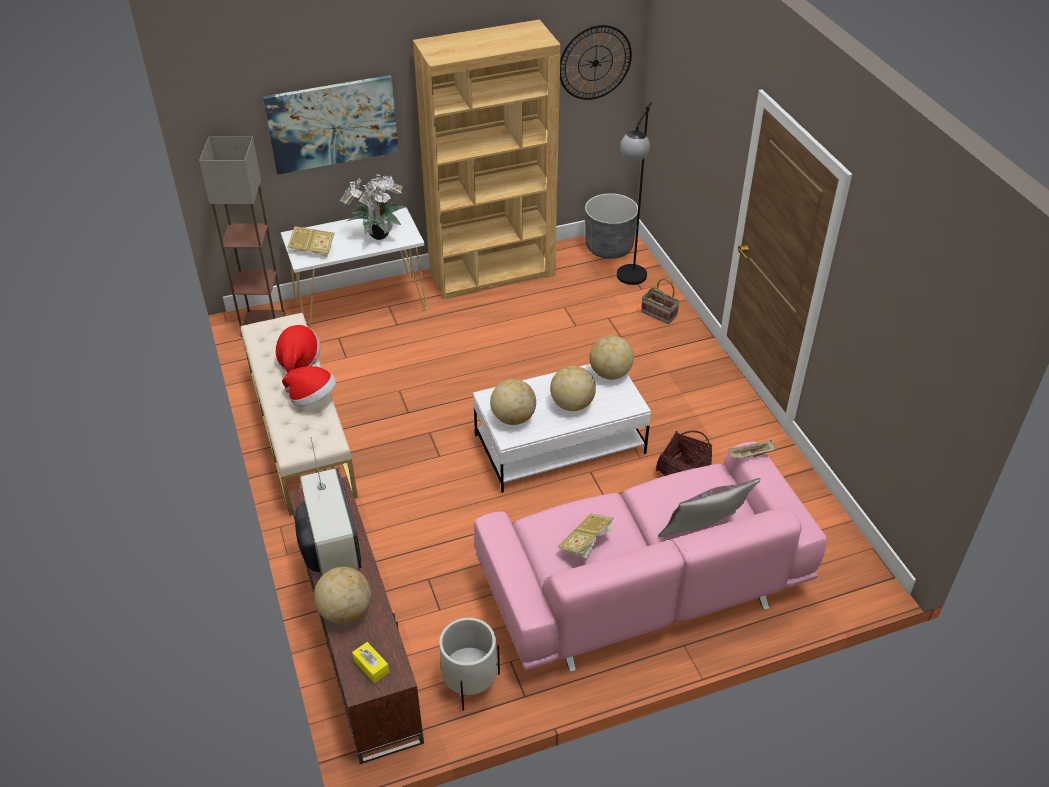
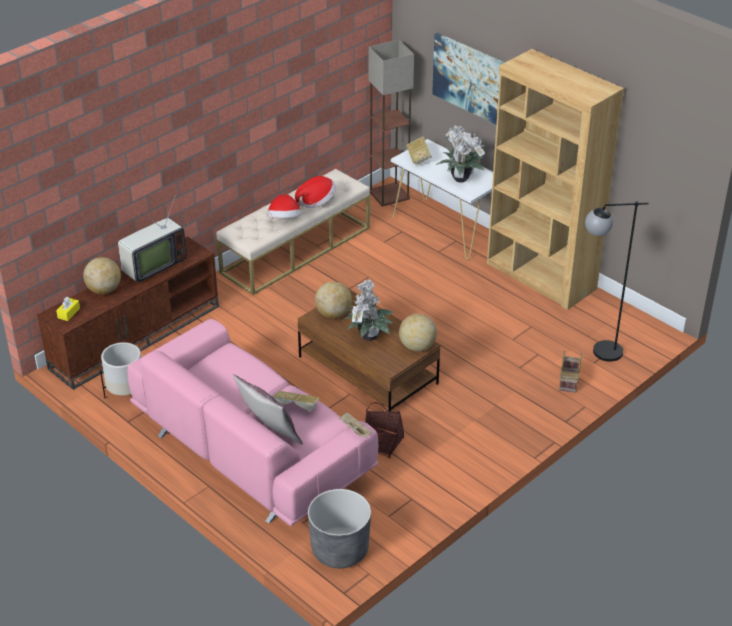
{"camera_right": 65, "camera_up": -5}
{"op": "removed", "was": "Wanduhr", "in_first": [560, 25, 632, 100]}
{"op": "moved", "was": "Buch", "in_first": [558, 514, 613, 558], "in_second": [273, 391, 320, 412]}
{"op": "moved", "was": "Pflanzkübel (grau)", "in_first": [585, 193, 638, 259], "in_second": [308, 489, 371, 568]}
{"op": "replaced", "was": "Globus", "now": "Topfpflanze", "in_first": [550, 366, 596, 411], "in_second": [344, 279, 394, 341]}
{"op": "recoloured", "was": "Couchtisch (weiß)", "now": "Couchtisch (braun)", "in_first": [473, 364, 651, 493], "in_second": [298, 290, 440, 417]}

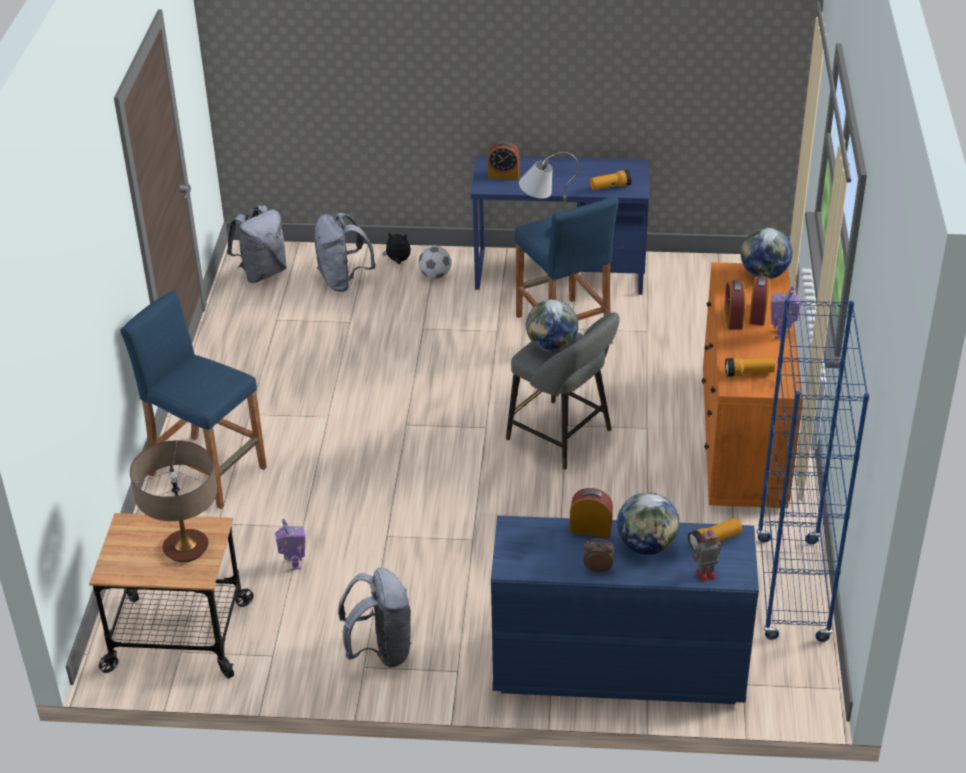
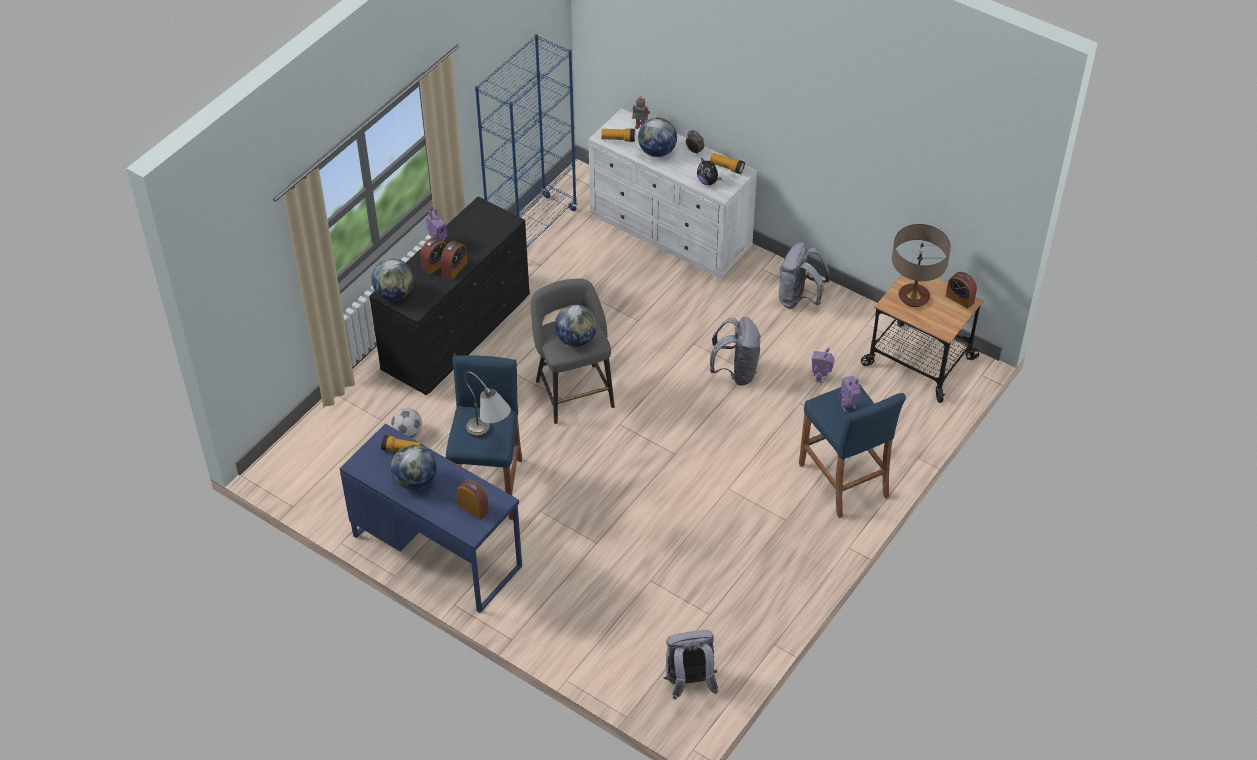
{"camera_right": -150, "camera_up": 10}
{"op": "added", "now": "Globus", "in_second": [391, 445, 437, 490]}
{"op": "added", "now": "Spielzeugroboter", "in_second": [839, 376, 860, 412]}
{"op": "moved", "was": "Rucksack (grau)", "in_first": [314, 213, 376, 292], "in_second": [710, 317, 761, 386]}
{"op": "moved", "was": "Plüschtier", "in_first": [382, 233, 411, 264], "in_second": [697, 158, 722, 185]}
{"op": "moved", "was": "Fußball", "in_first": [419, 246, 451, 279], "in_second": [391, 408, 422, 438]}
{"op": "moved", "was": "Wecker", "in_first": [569, 488, 613, 538], "in_second": [946, 272, 977, 309]}
{"op": "moved", "was": "Taschenlampe", "in_first": [725, 358, 775, 377], "in_second": [710, 153, 745, 174]}
{"op": "recoloured", "was": "Kommode (blau)", "now": "Kommode (weiß)", "in_first": [491, 516, 759, 704], "in_second": [589, 108, 757, 278]}
{"op": "recoloured", "was": "Kommode (orange)", "now": "Kommode (schwarz)", "in_first": [702, 262, 803, 508], "in_second": [369, 197, 530, 395]}

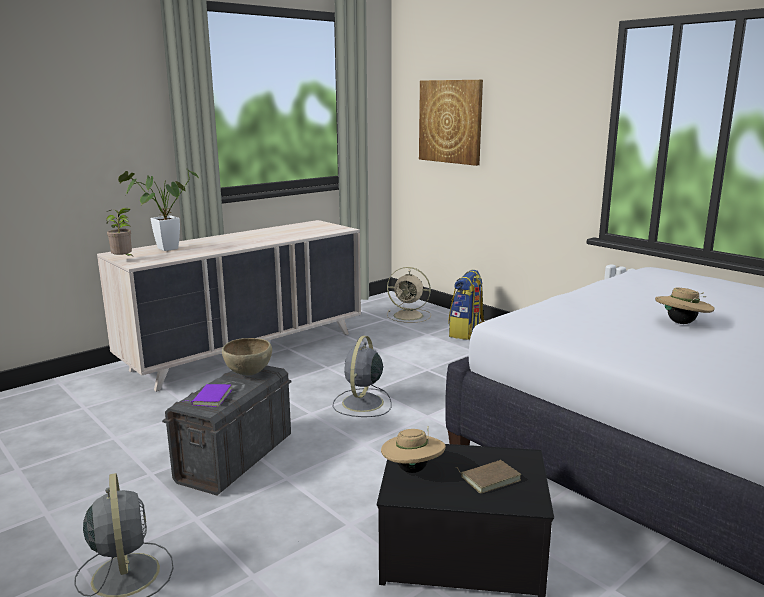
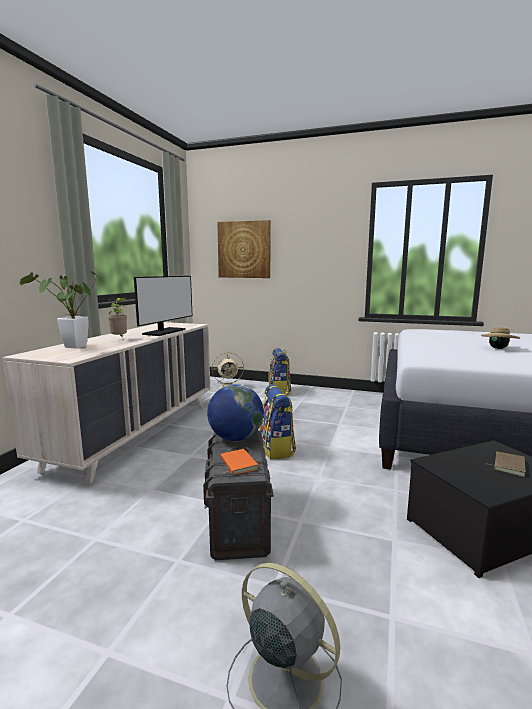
{"camera_right": -30, "camera_up": -5}
{"op": "removed", "was": "Hut (beige)", "in_first": [381, 426, 446, 473]}
{"op": "added", "now": "Monitor", "in_second": [134, 276, 192, 336]}
{"op": "moved", "was": "Topfpflanze", "in_first": [106, 208, 132, 256], "in_second": [107, 298, 127, 337]}
{"op": "replaced", "was": "Schüssel (braun)", "now": "Globus", "in_first": [222, 338, 272, 376], "in_second": [207, 384, 264, 441]}
{"op": "replaced", "was": "Ventilator (grau)", "now": "Rucksack", "in_first": [333, 336, 392, 417], "in_second": [259, 385, 296, 460]}
{"op": "recoloured", "was": "Buch (lila)", "now": "Buch (orange)", "in_first": [185, 384, 232, 407], "in_second": [220, 449, 258, 475]}

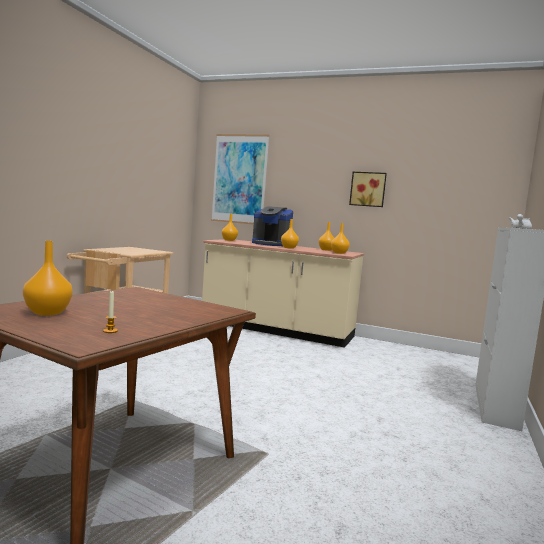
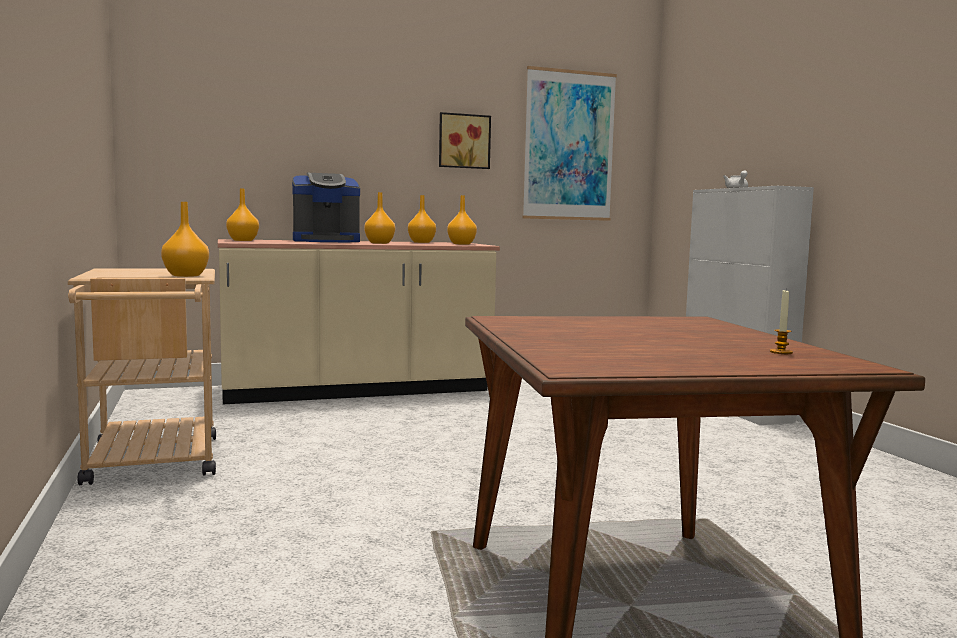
{"camera_right": -40, "camera_up": 0}
{"op": "moved", "was": "Vase (orange)", "in_first": [23, 241, 73, 316], "in_second": [161, 202, 209, 277]}
{"op": "moved", "was": "Bild", "in_first": [211, 134, 270, 225], "in_second": [522, 66, 617, 221]}

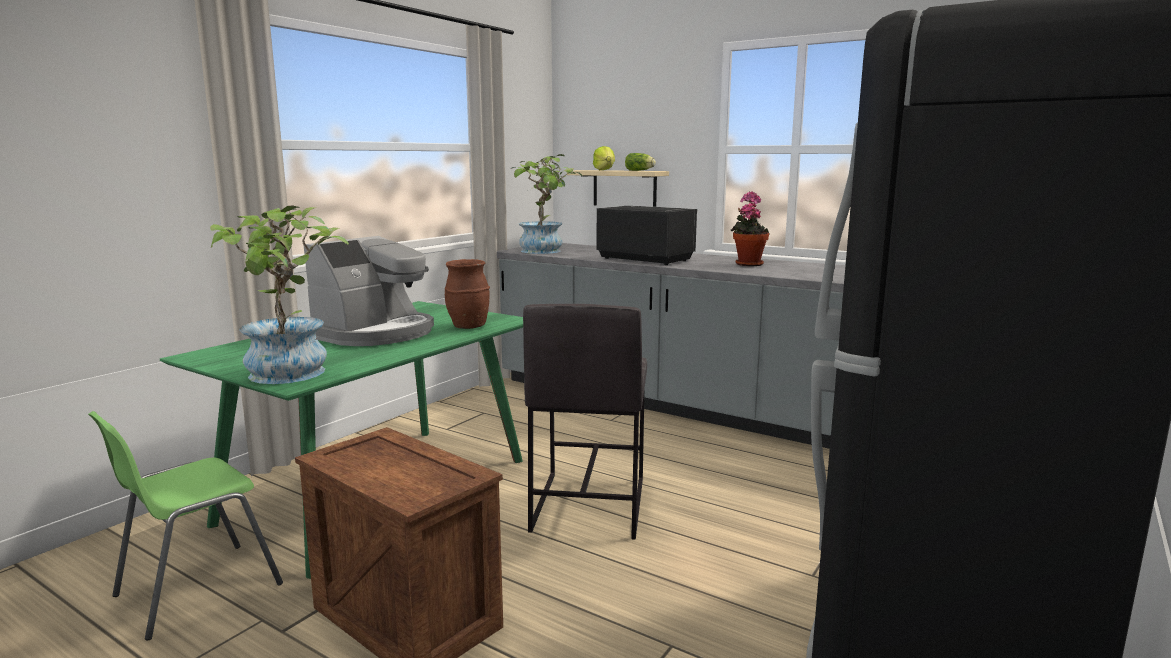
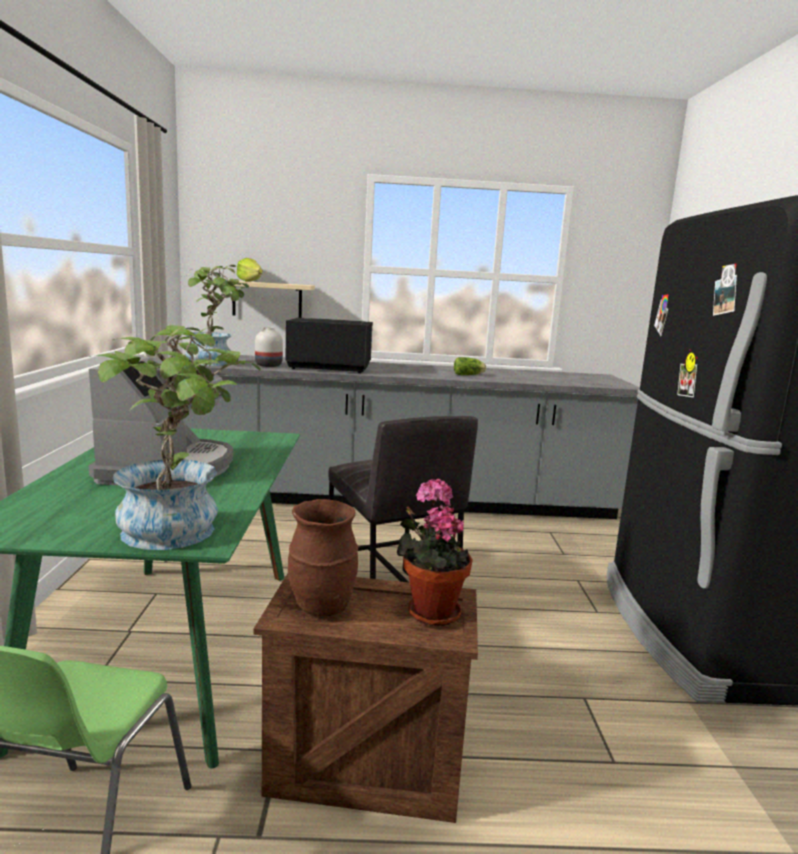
{"camera_right": -35, "camera_up": 0}
{"op": "added", "now": "Vase (weiß)", "in_second": [255, 327, 283, 367]}
{"op": "moved", "was": "Vase (braun)", "in_first": [445, 259, 490, 329], "in_second": [288, 499, 358, 617]}
{"op": "moved", "was": "Salatkopf", "in_first": [625, 153, 656, 171], "in_second": [454, 357, 486, 375]}
{"op": "moved", "was": "Topfpflanze", "in_first": [731, 191, 770, 266], "in_second": [397, 479, 473, 626]}

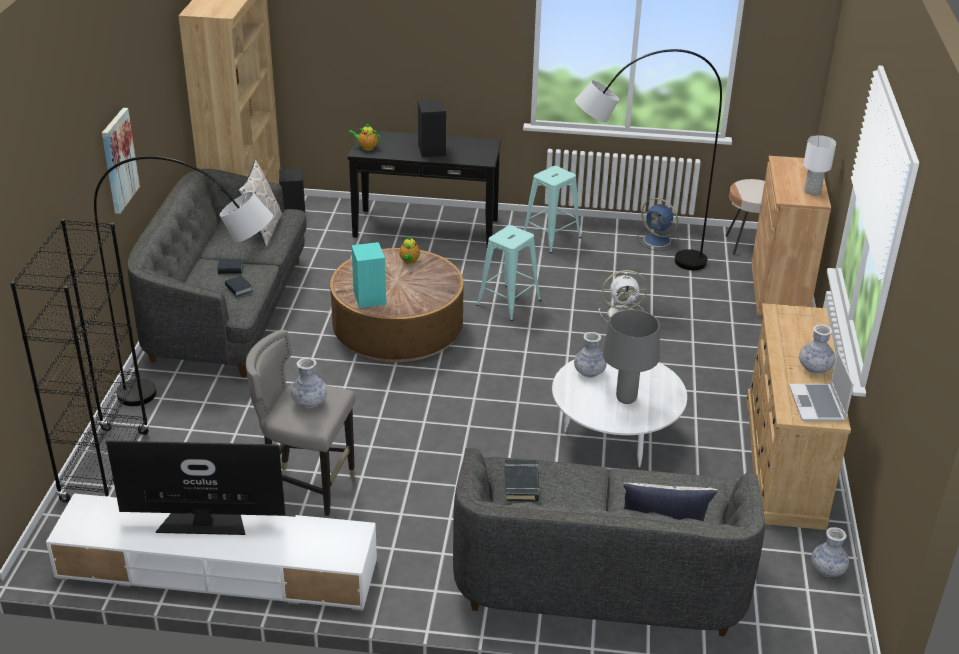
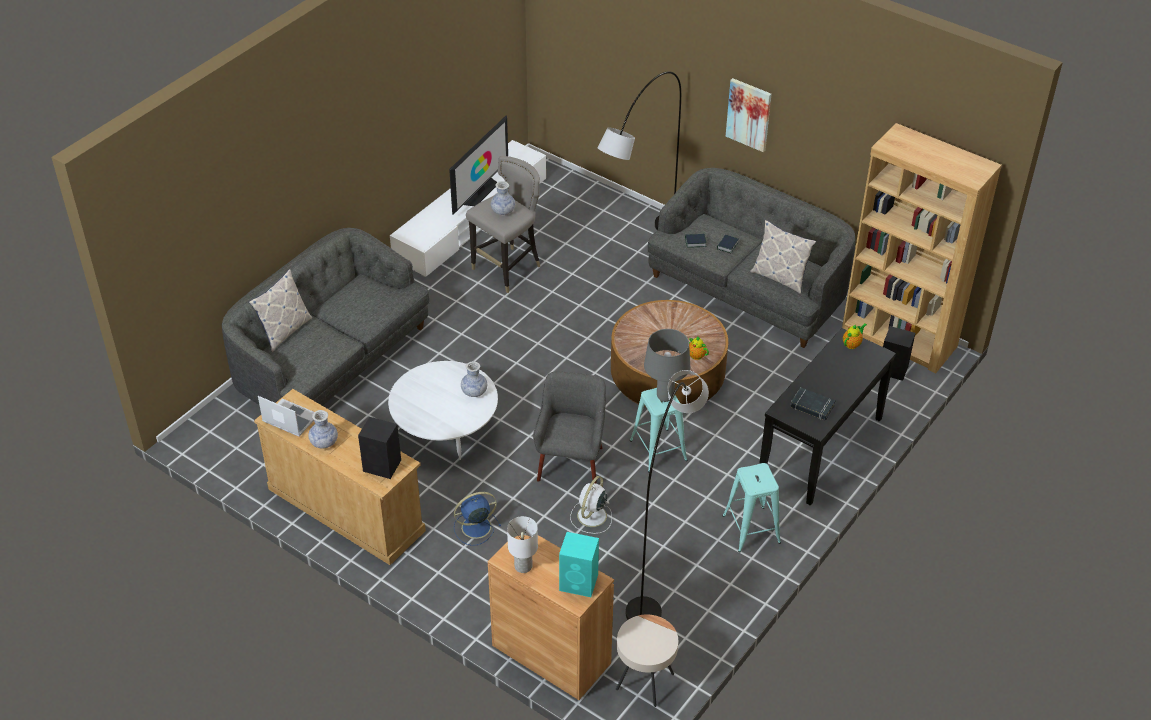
{"camera_right": 120, "camera_up": 10}
{"op": "removed", "was": "Bücherregal (schwarz)", "in_first": [10, 219, 149, 503]}
{"op": "removed", "was": "Vase", "in_first": [811, 527, 849, 577]}
{"op": "added", "now": "Sessel (grau)", "in_second": [533, 371, 606, 484]}
{"op": "moved", "was": "Lautsprecher (türkis)", "in_first": [352, 242, 386, 308], "in_second": [559, 532, 599, 597]}
{"op": "moved", "was": "Lautsprecher (schwarz)", "in_first": [418, 100, 446, 157], "in_second": [358, 417, 401, 479]}
{"op": "moved", "was": "Buch (schwarz)", "in_first": [505, 460, 540, 502], "in_second": [790, 387, 836, 420]}
{"op": "moved", "was": "Tischlampe (grau)", "in_first": [603, 309, 660, 404], "in_second": [644, 329, 690, 402]}
{"op": "moved", "was": "Ventilator (blau)", "in_first": [637, 198, 679, 251], "in_second": [454, 492, 501, 546]}

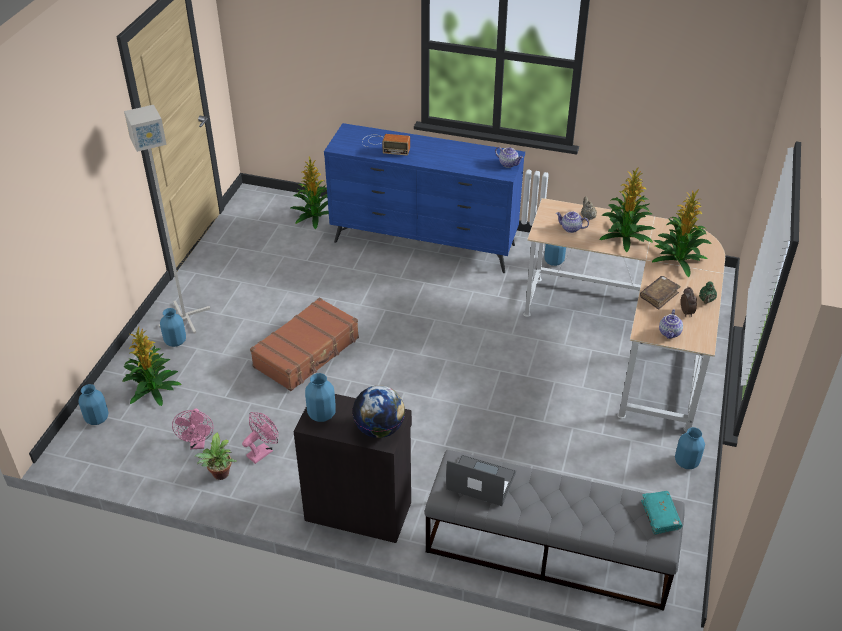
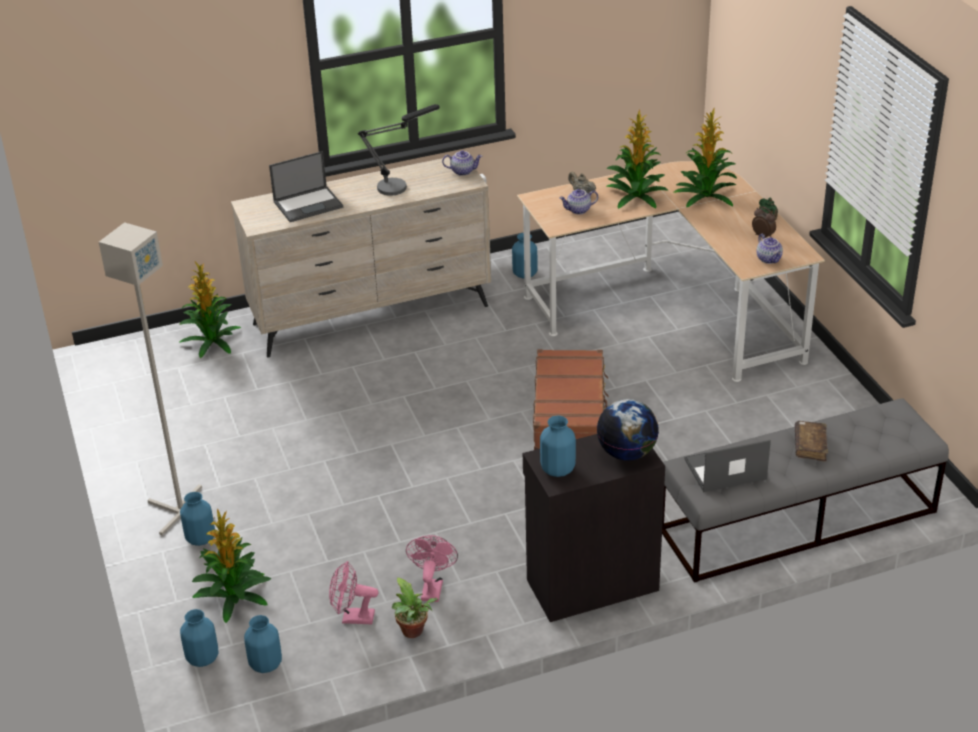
{"camera_right": -35, "camera_up": -5}
{"op": "removed", "was": "Buch (türkis)", "in_first": [641, 491, 682, 535]}
{"op": "added", "now": "Tischlampe", "in_second": [358, 104, 439, 196]}
{"op": "moved", "was": "Koffer (braun)", "in_first": [250, 298, 359, 391], "in_second": [533, 349, 609, 450]}
{"op": "moved", "was": "Buch (braun)", "in_first": [640, 276, 681, 309], "in_second": [795, 421, 828, 462]}
{"op": "moved", "was": "Vase (blau)", "in_first": [675, 427, 705, 469], "in_second": [244, 615, 282, 673]}
{"op": "replaced", "was": "Radio", "now": "Laptop", "in_first": [362, 134, 410, 155], "in_second": [269, 151, 343, 222]}
{"op": "recoloured", "was": "Kommode (blau)", "now": "Kommode (beige)", "in_first": [324, 123, 525, 273], "in_second": [231, 157, 491, 357]}
{"op": "turned", "was": "Ventilator (rosa)", "in_first": [172, 408, 213, 449], "in_second": [329, 561, 379, 624], "clockwise": 135}

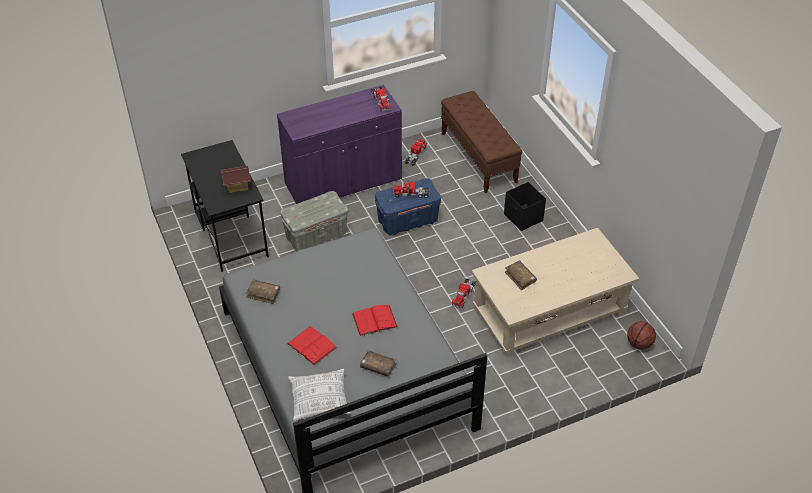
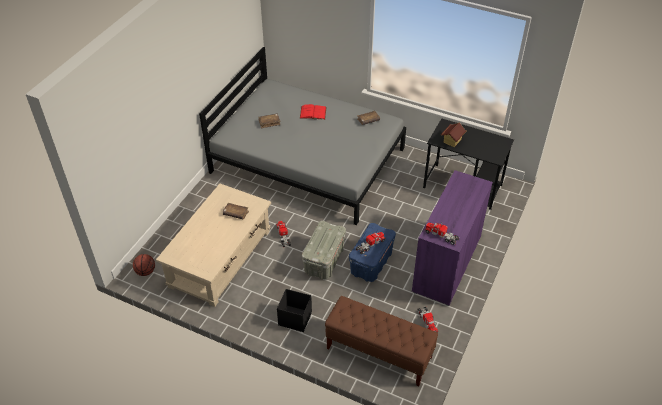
{"camera_right": 140, "camera_up": 0}
{"op": "removed", "was": "Kissen", "in_first": [288, 369, 351, 421]}
{"op": "removed", "was": "Buch (rot)", "in_first": [352, 305, 398, 336]}
{"op": "moved", "was": "Aufbewahrungsbox (grau)", "in_first": [280, 191, 348, 251], "in_second": [302, 221, 346, 280]}

